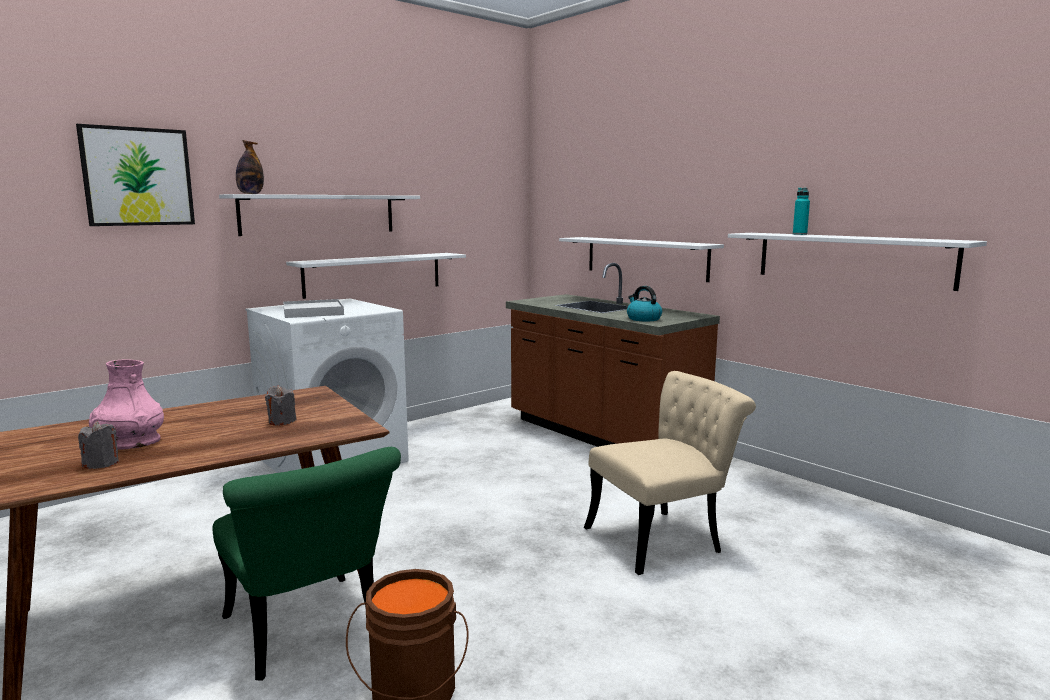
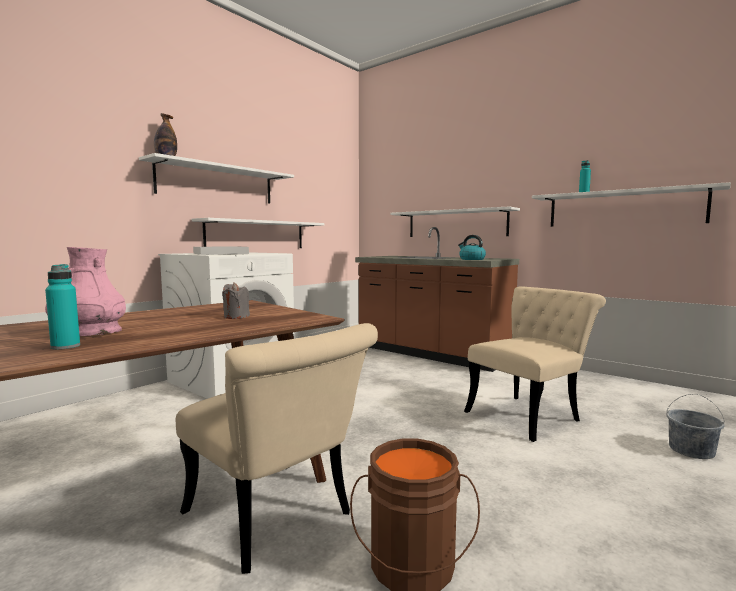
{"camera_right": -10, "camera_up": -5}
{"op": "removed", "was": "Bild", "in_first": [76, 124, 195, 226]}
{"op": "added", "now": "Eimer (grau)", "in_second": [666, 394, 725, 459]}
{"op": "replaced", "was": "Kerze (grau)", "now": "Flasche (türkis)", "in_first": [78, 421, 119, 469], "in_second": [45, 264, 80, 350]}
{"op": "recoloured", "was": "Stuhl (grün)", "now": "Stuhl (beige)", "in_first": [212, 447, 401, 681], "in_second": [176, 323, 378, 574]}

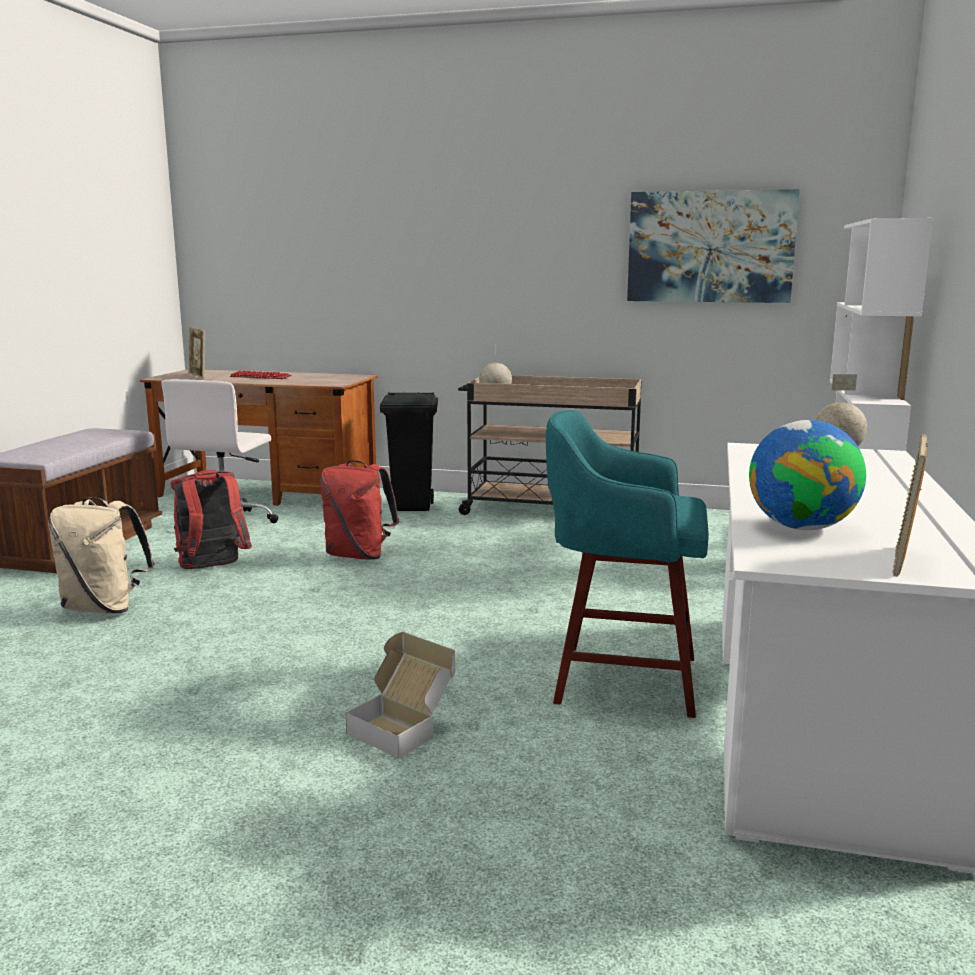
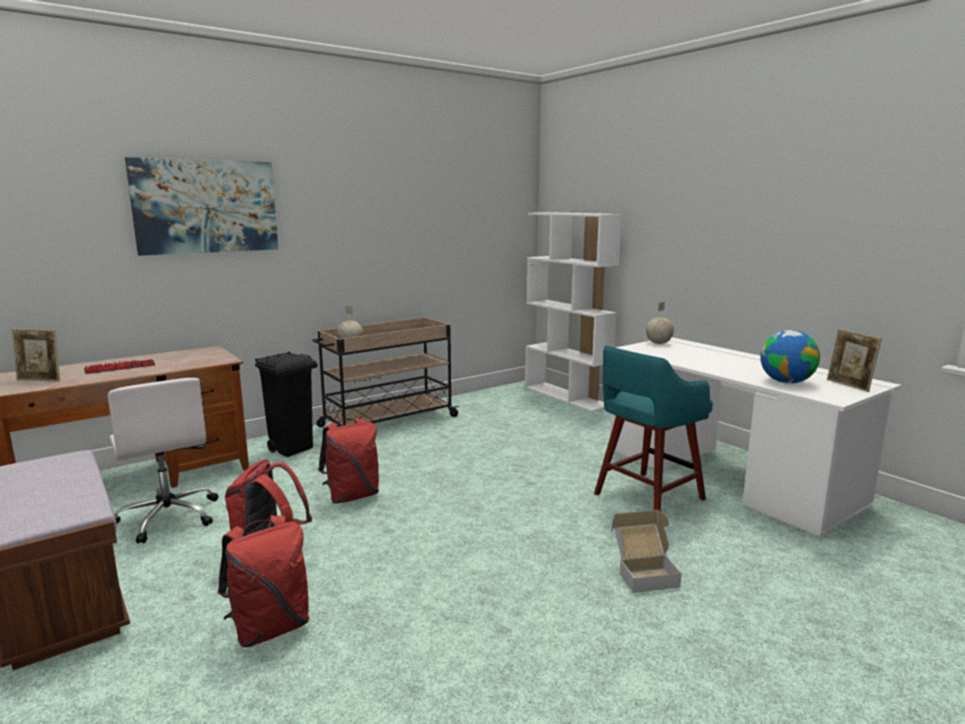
{"camera_right": -50, "camera_up": 0}
{"op": "moved", "was": "Bild", "in_first": [627, 189, 800, 303], "in_second": [125, 157, 278, 256]}
{"op": "recoloured", "was": "Rucksack (beige)", "now": "Rucksack (rot)", "in_first": [48, 497, 155, 614], "in_second": [218, 515, 310, 647]}

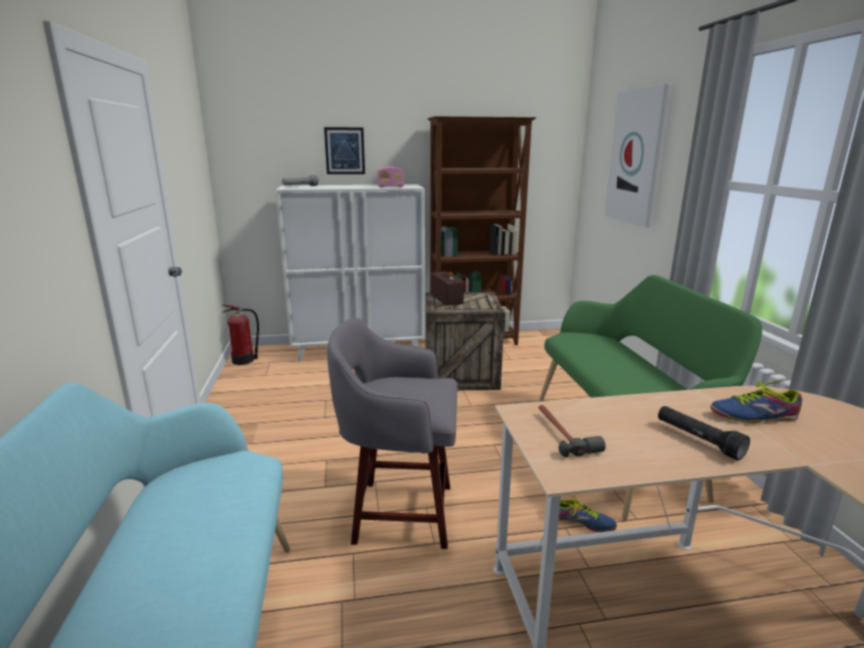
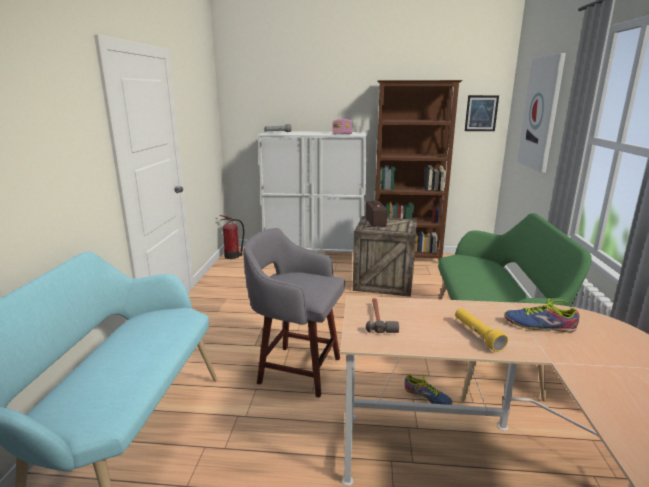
{"camera_right": 15, "camera_up": 0}
{"op": "moved", "was": "Bild", "in_first": [324, 127, 365, 174], "in_second": [465, 95, 499, 131]}
{"op": "recoloured", "was": "Taschenlampe (schwarz)", "now": "Taschenlampe (gelb)", "in_first": [658, 406, 750, 461], "in_second": [455, 308, 508, 352]}

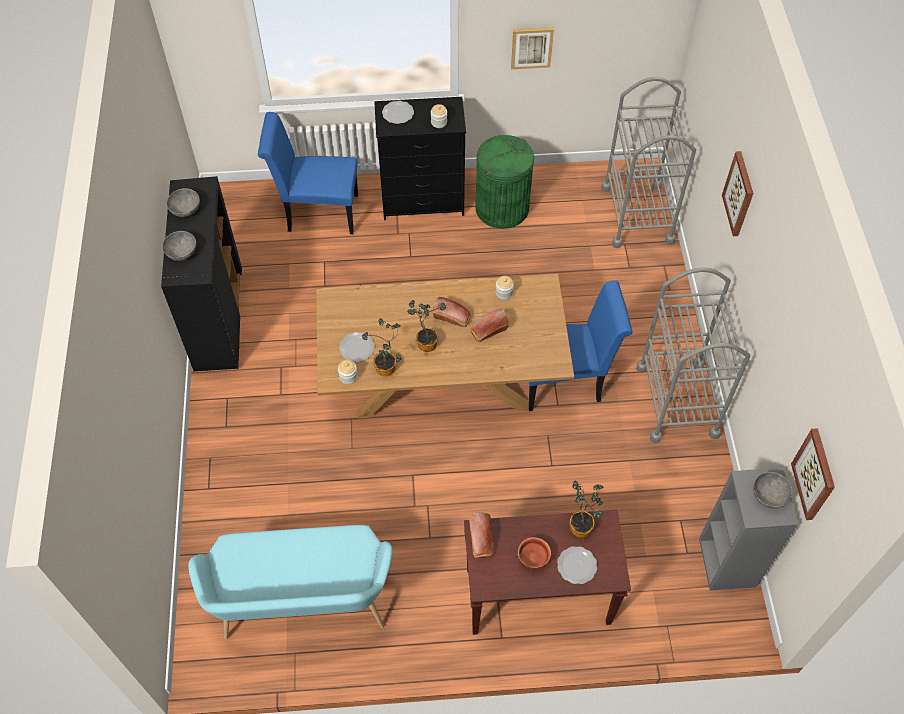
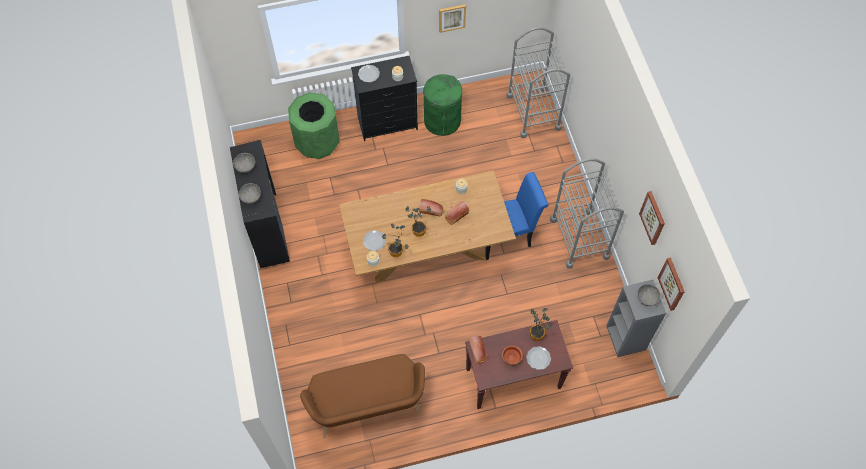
{"camera_right": -10, "camera_up": 5}
{"op": "moved", "was": "Bild", "in_first": [722, 151, 753, 236], "in_second": [639, 191, 665, 245]}
{"op": "replaced", "was": "Stuhl (blau)", "now": "Mülleimer (grün)", "in_first": [258, 112, 358, 234], "in_second": [288, 92, 339, 159]}
{"op": "recoloured", "was": "Bank (türkis)", "now": "Bank (braun)", "in_first": [188, 525, 393, 640], "in_second": [300, 354, 425, 439]}

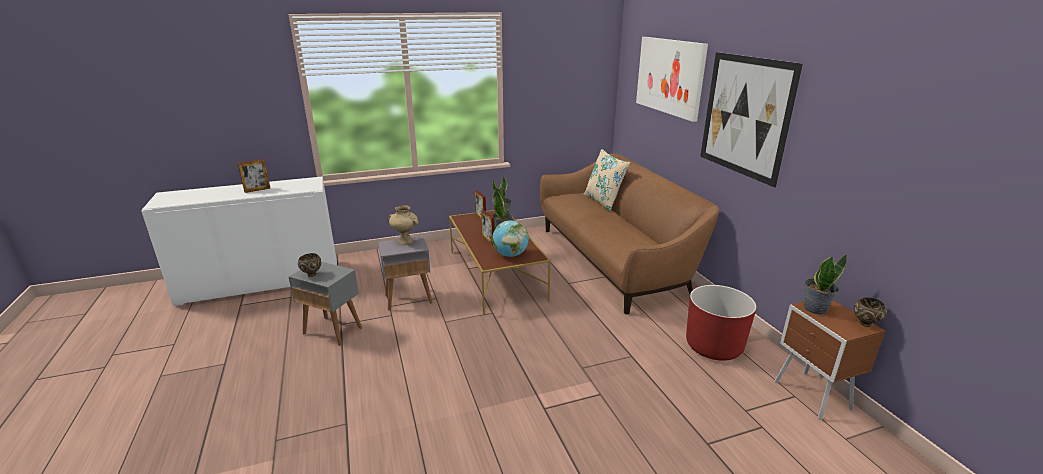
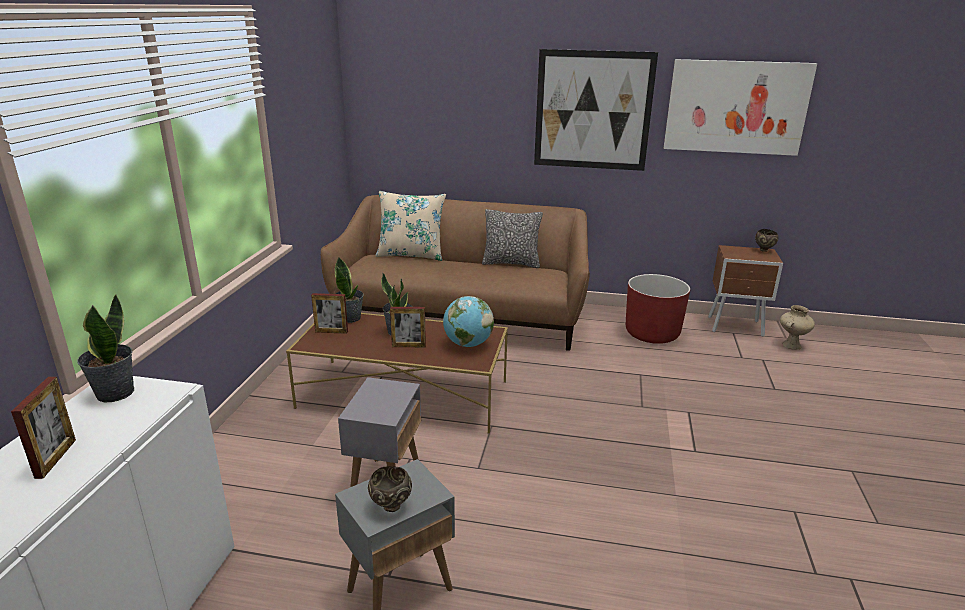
{"camera_right": -60, "camera_up": 0}
{"op": "added", "now": "Kissen", "in_second": [482, 209, 543, 268]}
{"op": "moved", "was": "Vase (beige)", "in_first": [388, 205, 419, 245], "in_second": [780, 305, 815, 350]}
{"op": "moved", "was": "Bild", "in_first": [636, 37, 708, 122], "in_second": [664, 59, 817, 156]}
{"op": "moved", "was": "Topfpflanze", "in_first": [804, 254, 847, 315], "in_second": [77, 294, 134, 402]}

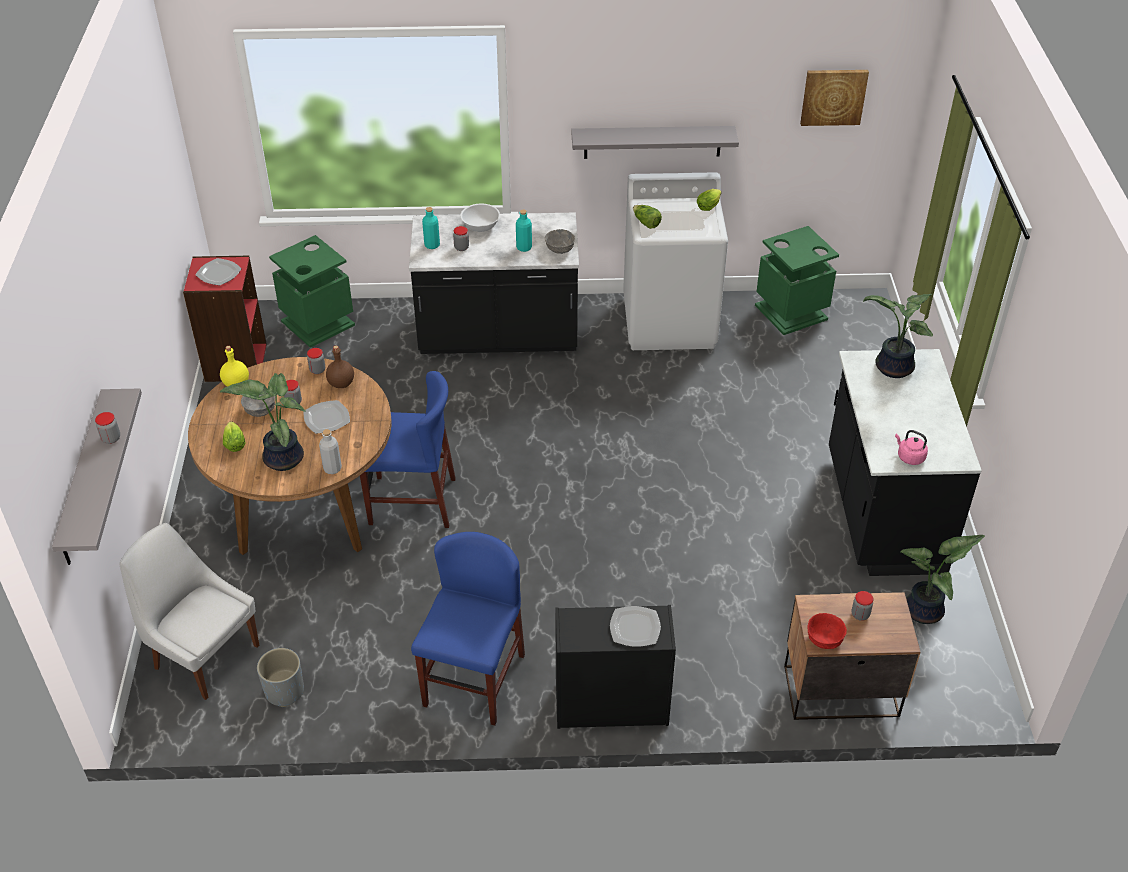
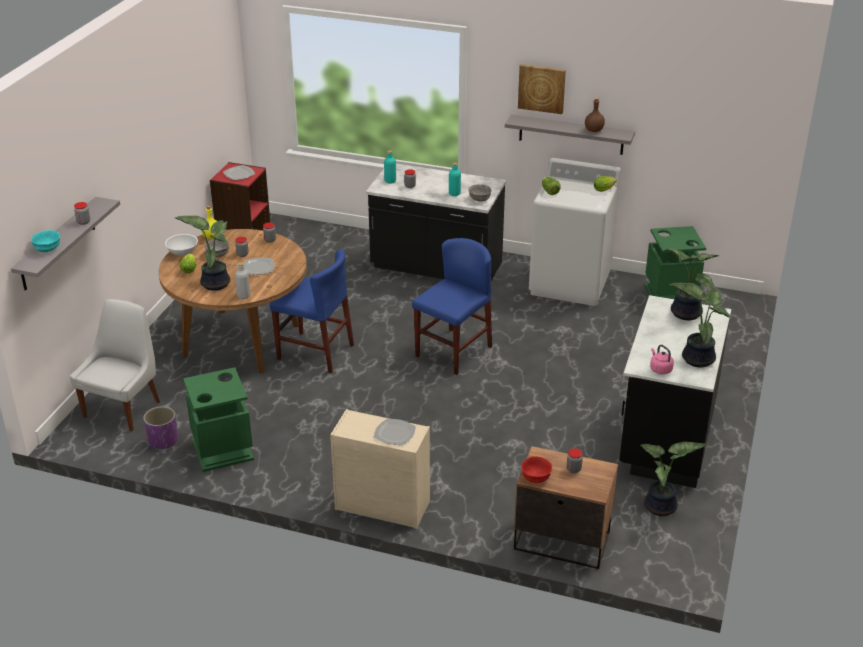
{"camera_right": 20, "camera_up": -10}
{"op": "added", "now": "Schüssel (türkis)", "in_second": [31, 230, 60, 252]}
{"op": "added", "now": "Topfpflanze", "in_second": [669, 283, 732, 368]}
{"op": "moved", "was": "Mülleimer (grün)", "in_first": [269, 235, 355, 348], "in_second": [183, 367, 254, 472]}
{"op": "moved", "was": "Flasche (braun)", "in_first": [326, 346, 354, 388], "in_second": [585, 98, 605, 132]}
{"op": "moved", "was": "Stuhl (blau)", "in_first": [411, 532, 525, 726], "in_second": [412, 238, 492, 375]}
{"op": "moved", "was": "Schüssel (weiß)", "in_first": [460, 204, 500, 232], "in_second": [165, 234, 198, 256]}
{"op": "moved", "was": "Bild", "in_first": [800, 70, 869, 126], "in_second": [518, 64, 566, 114]}
{"op": "recoloured", "was": "Pflanzkübel (grau)", "now": "Pflanzkübel (lila)", "in_first": [257, 648, 304, 707], "in_second": [143, 406, 178, 450]}
{"op": "recoloured", "was": "Kommode (schwarz)", "now": "Kommode (beige)", "in_first": [555, 605, 676, 729], "in_second": [330, 409, 430, 529]}
{"op": "turned", "was": "Stuhl (weiß)", "in_first": [120, 523, 259, 700], "in_second": [70, 299, 160, 431], "clockwise": 60}

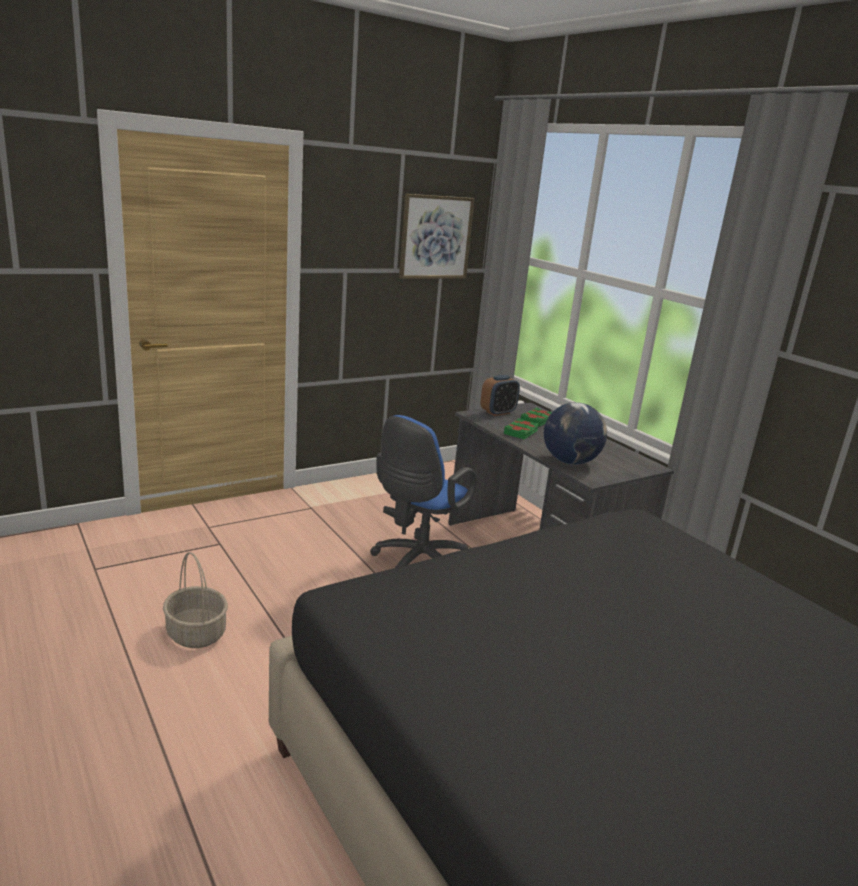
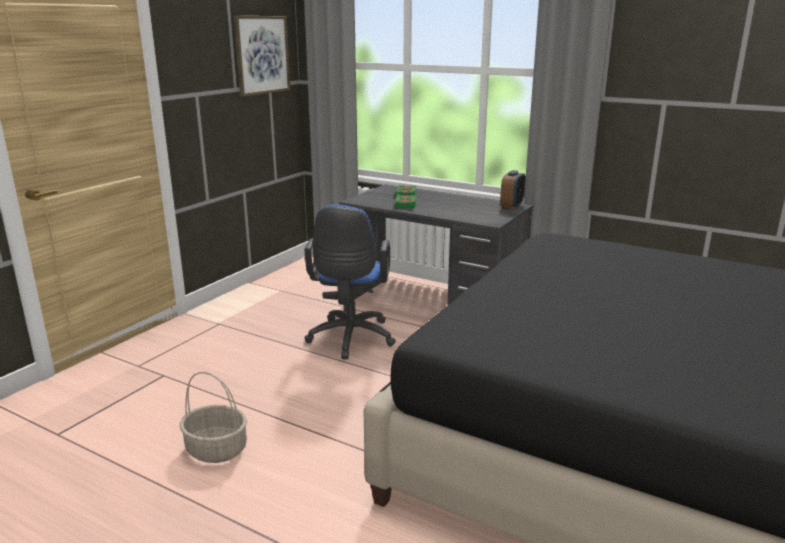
{"camera_right": -25, "camera_up": 0}
{"op": "removed", "was": "Globus", "in_first": [544, 402, 607, 465]}
{"op": "moved", "was": "Wecker", "in_first": [480, 375, 520, 416], "in_second": [500, 170, 526, 209]}

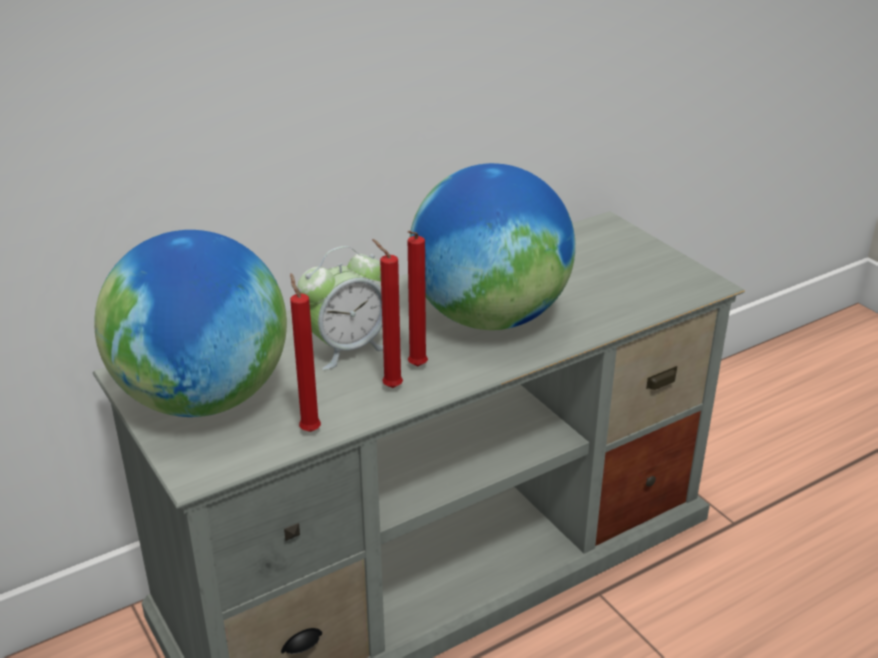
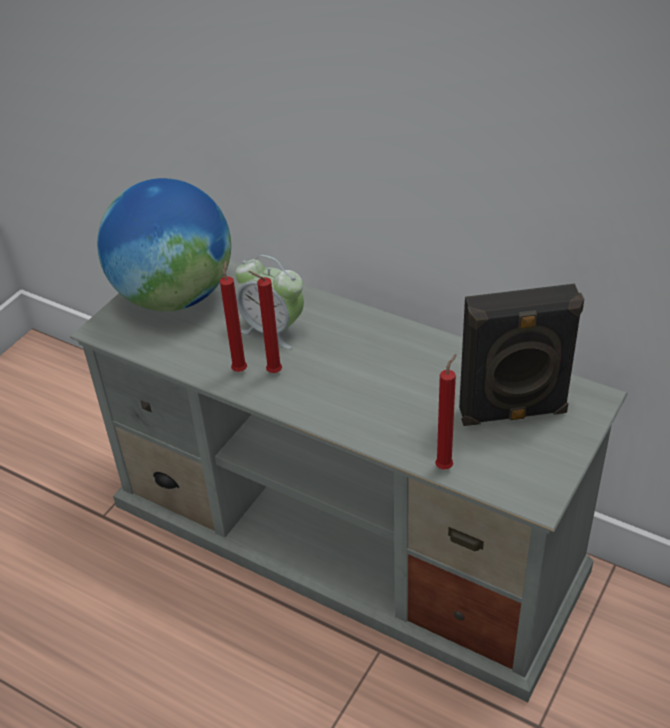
{"camera_right": 65, "camera_up": 10}
{"op": "removed", "was": "Globus", "in_first": [410, 163, 575, 330]}
{"op": "added", "now": "Lautsprecher (schwarz)", "in_second": [459, 284, 584, 426]}
{"op": "moved", "was": "Kerze (rot)", "in_first": [290, 273, 321, 432], "in_second": [435, 354, 457, 470]}

